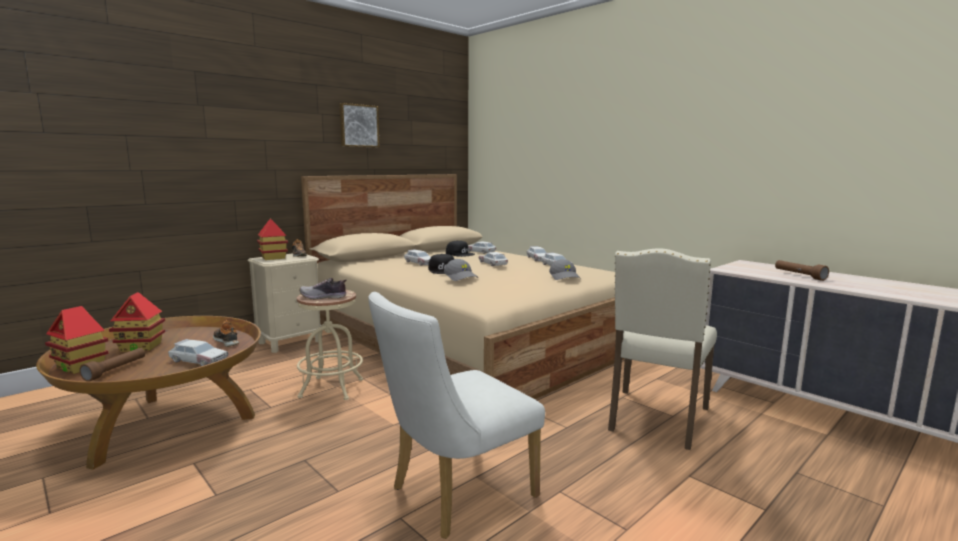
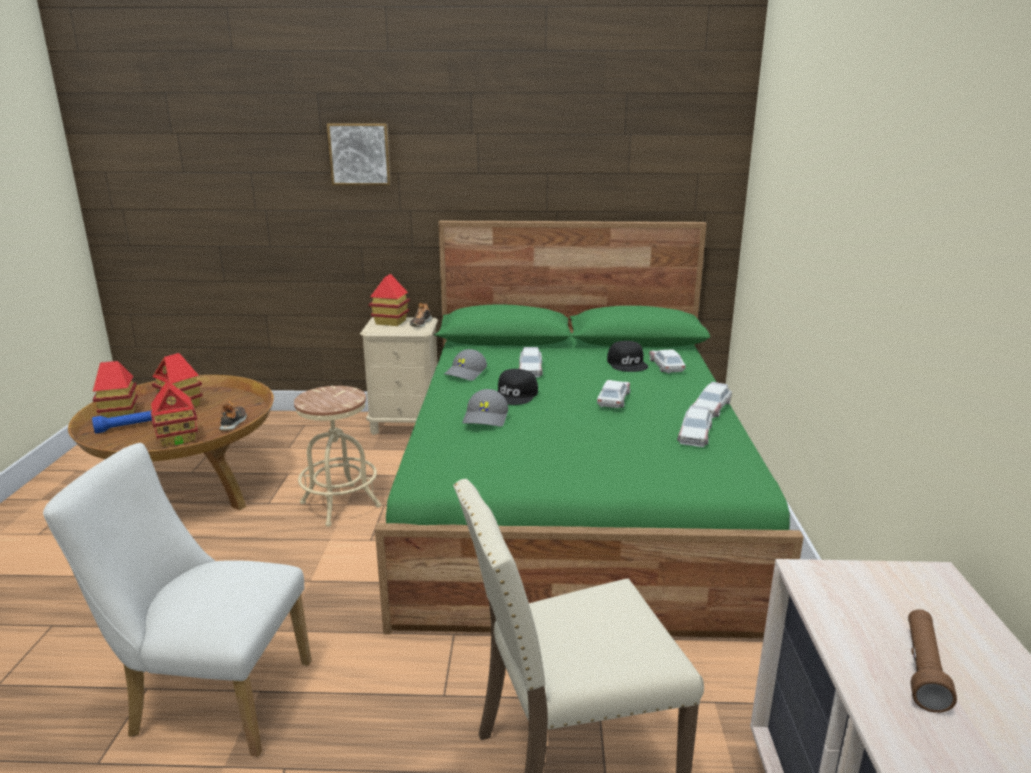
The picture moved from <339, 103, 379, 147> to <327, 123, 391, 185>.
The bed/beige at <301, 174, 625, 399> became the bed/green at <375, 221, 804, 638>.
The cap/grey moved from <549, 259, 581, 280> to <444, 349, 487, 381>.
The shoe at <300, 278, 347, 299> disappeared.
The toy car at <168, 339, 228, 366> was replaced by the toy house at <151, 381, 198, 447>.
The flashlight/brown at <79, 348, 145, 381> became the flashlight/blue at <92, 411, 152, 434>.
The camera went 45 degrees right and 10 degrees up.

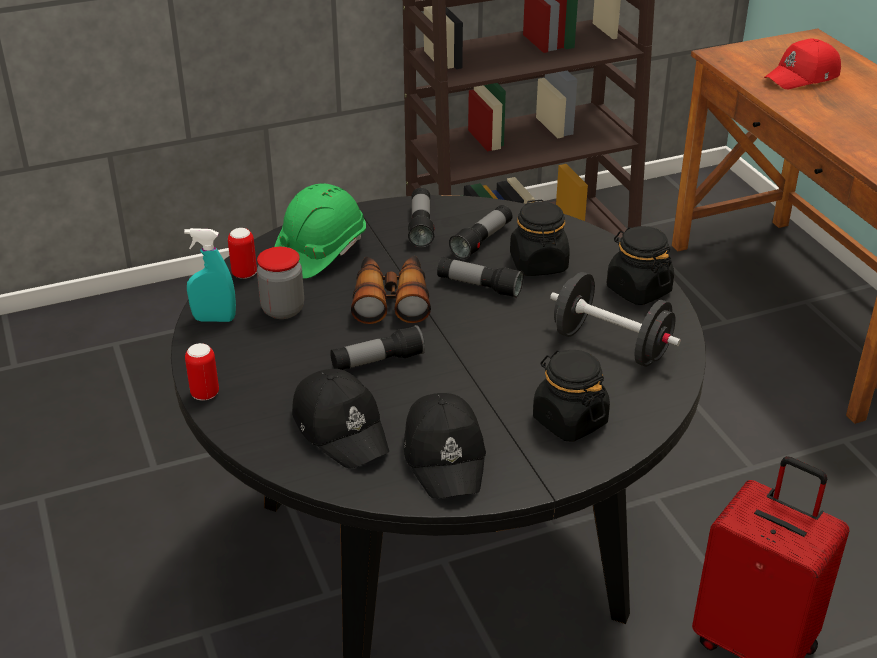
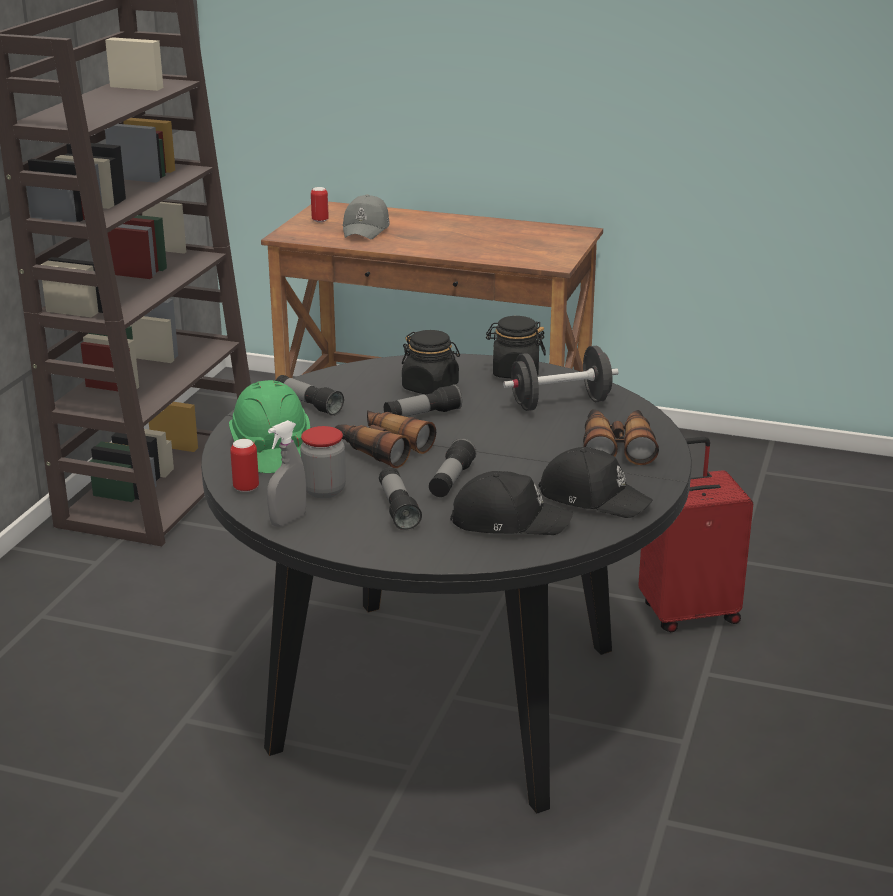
The cap/red at <764, 38, 841, 90> became the cap/grey at <343, 194, 390, 239>.
The flashlight moved from <449, 205, 513, 260> to <379, 468, 422, 531>.
The spray bottle/turquoise at <184, 228, 236, 322> became the spray bottle/grey at <267, 420, 306, 527>.
The can moved from <185, 343, 219, 401> to <311, 187, 329, 222>.
The jar/black at <533, 350, 610, 442> was replaced by the binoculars at <583, 409, 659, 465>.
The camera went 50 degrees left and 10 degrees down.

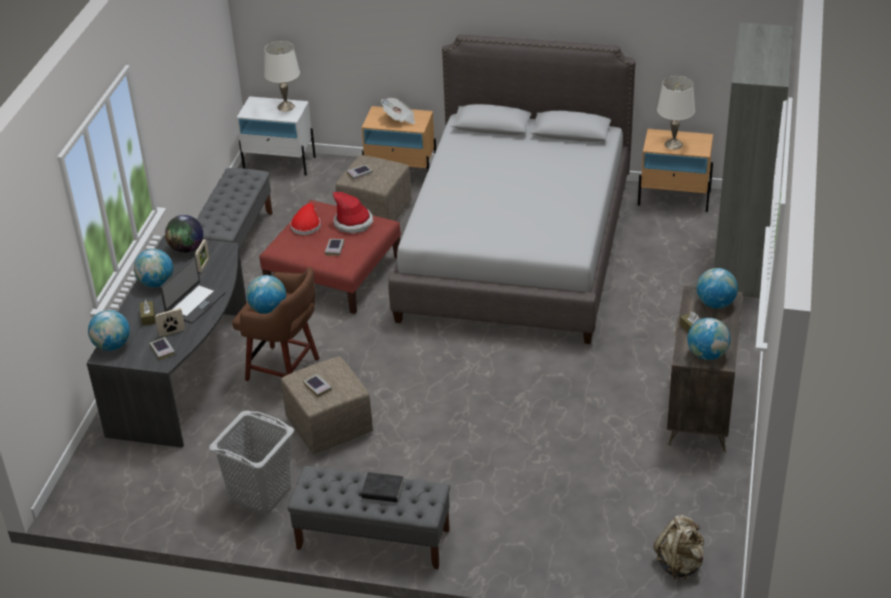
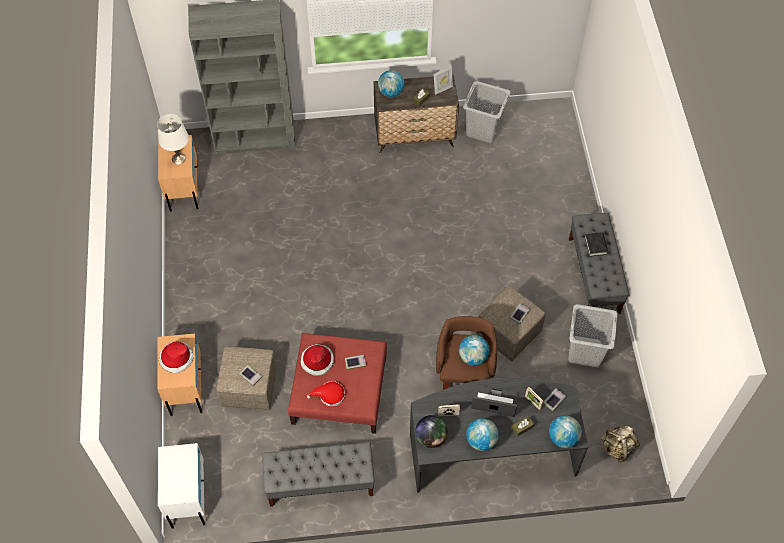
The bed/grey at <388, 34, 636, 344> disappeared.
The table lamp/white at <264, 41, 300, 111> disappeared.
The newspaper at <381, 98, 415, 124> was replaced by the hat at <159, 341, 193, 373>.
The globe at <687, 318, 731, 360> was replaced by the picture frame at <434, 66, 453, 95>.
The backpack/beige moved from <654, 515, 704, 580> to <601, 426, 640, 463>.
The laundry basket/grey at <463, 81, 511, 143> appeared.
The camera went 110 degrees left and 20 degrees up.

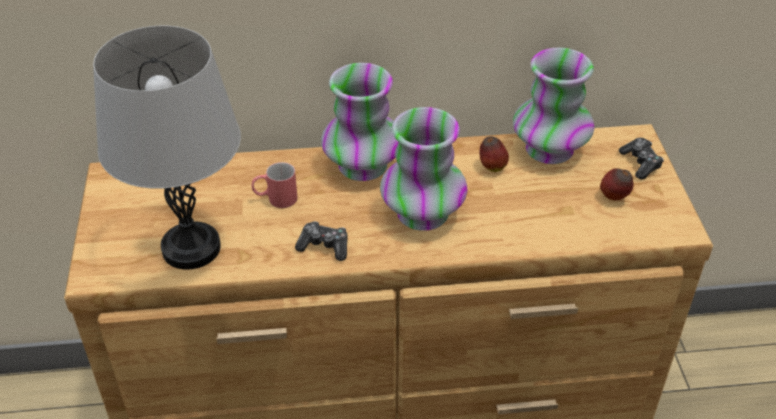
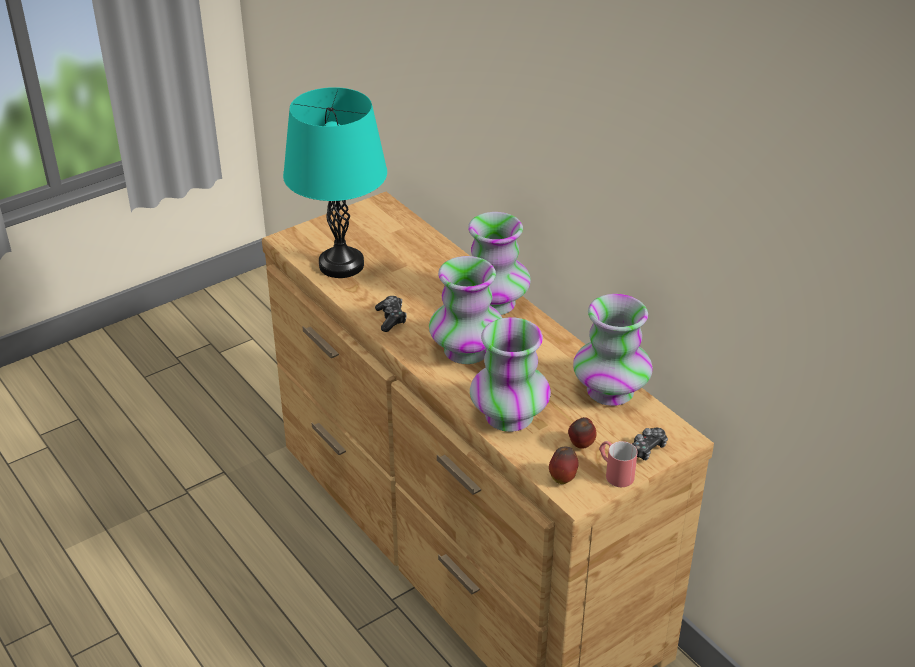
The table lamp/grey at <93, 26, 241, 270> became the table lamp/turquoise at <283, 87, 387, 278>.
The apple moved from <480, 136, 509, 172> to <549, 447, 578, 484>.
The mug/red moved from <252, 162, 297, 208> to <599, 441, 638, 487>.
The vase at <470, 317, 551, 432> appeared.
The camera went 60 degrees right and 5 degrees down.

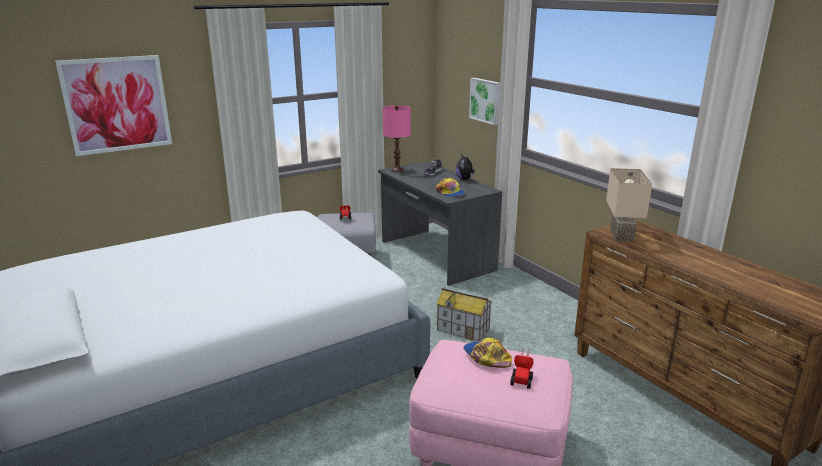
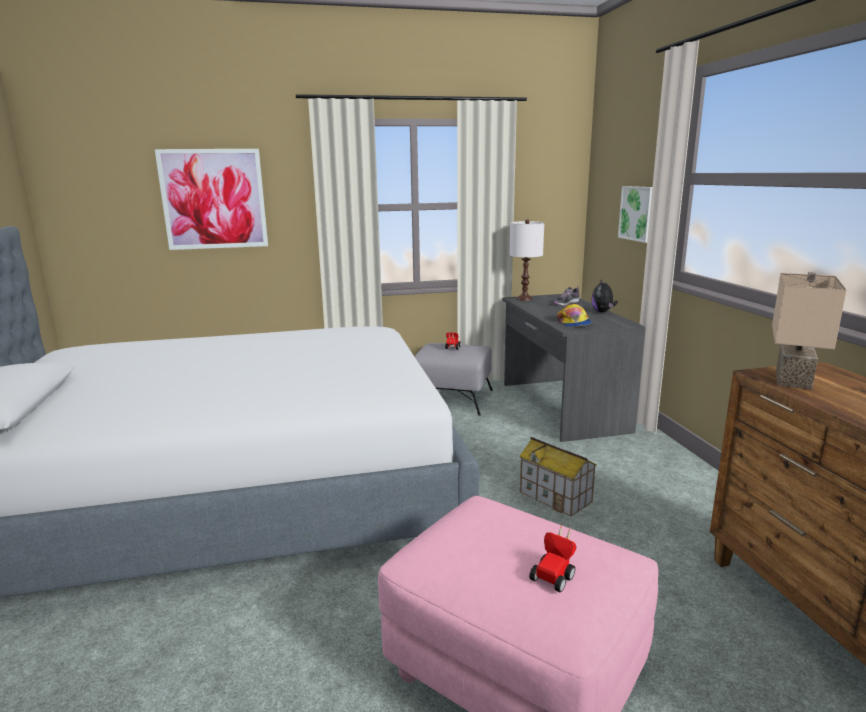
The table lamp/pink at <383, 105, 411, 172> became the table lamp/white at <509, 219, 544, 301>.
The cap at <463, 337, 512, 368> disappeared.
The camera went 20 degrees right and 5 degrees down.

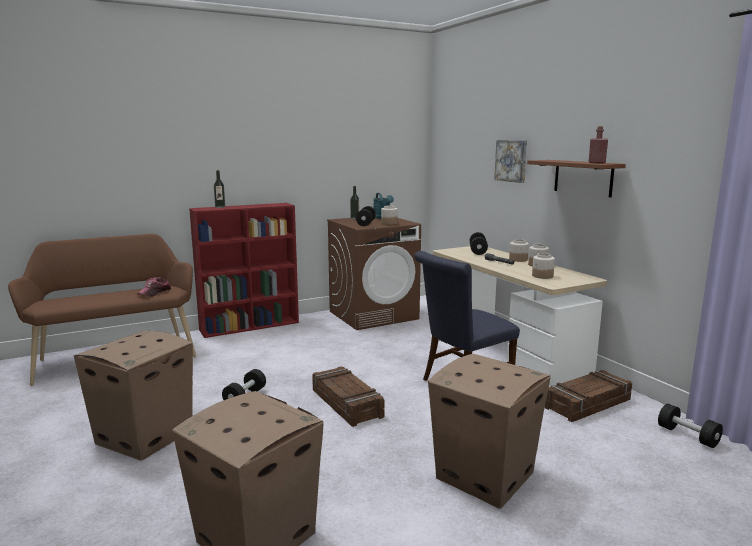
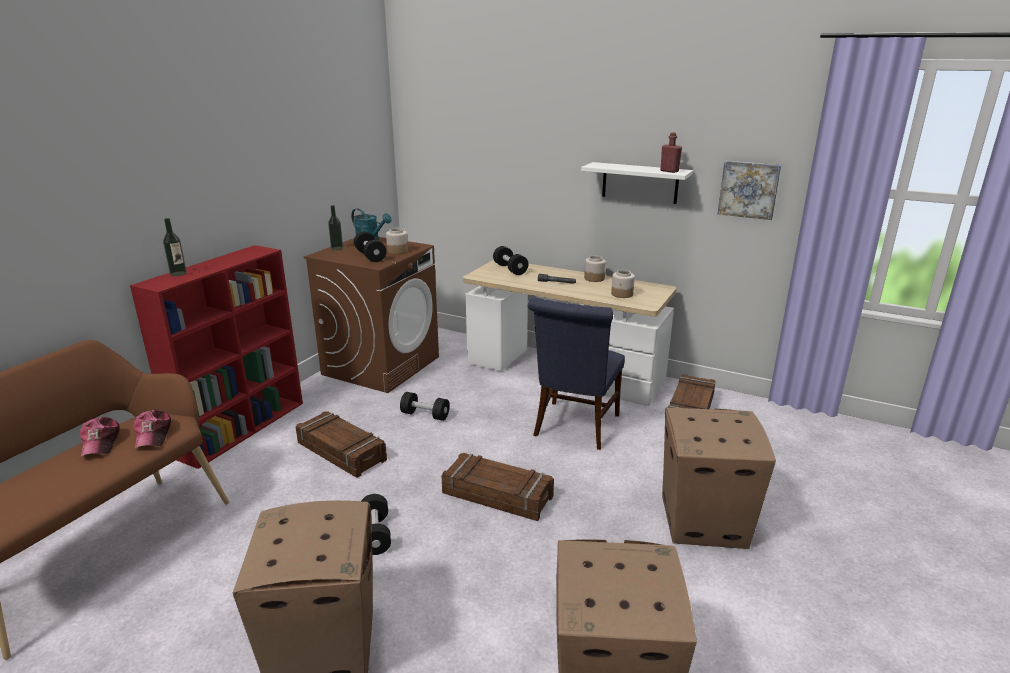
The picture moved from <494, 140, 527, 183> to <718, 161, 781, 220>.
The shelf/brown at <527, 160, 626, 198> became the shelf/white at <581, 162, 693, 204>.
The jar at <509, 239, 529, 262> disappeared.
The dumbbell/black moved from <658, 404, 723, 448> to <400, 392, 450, 421>.
The crate at <296, 411, 387, 478> appeared.
The cap at <80, 417, 120, 457> appeared.
The camera went 35 degrees left and 10 degrees up.

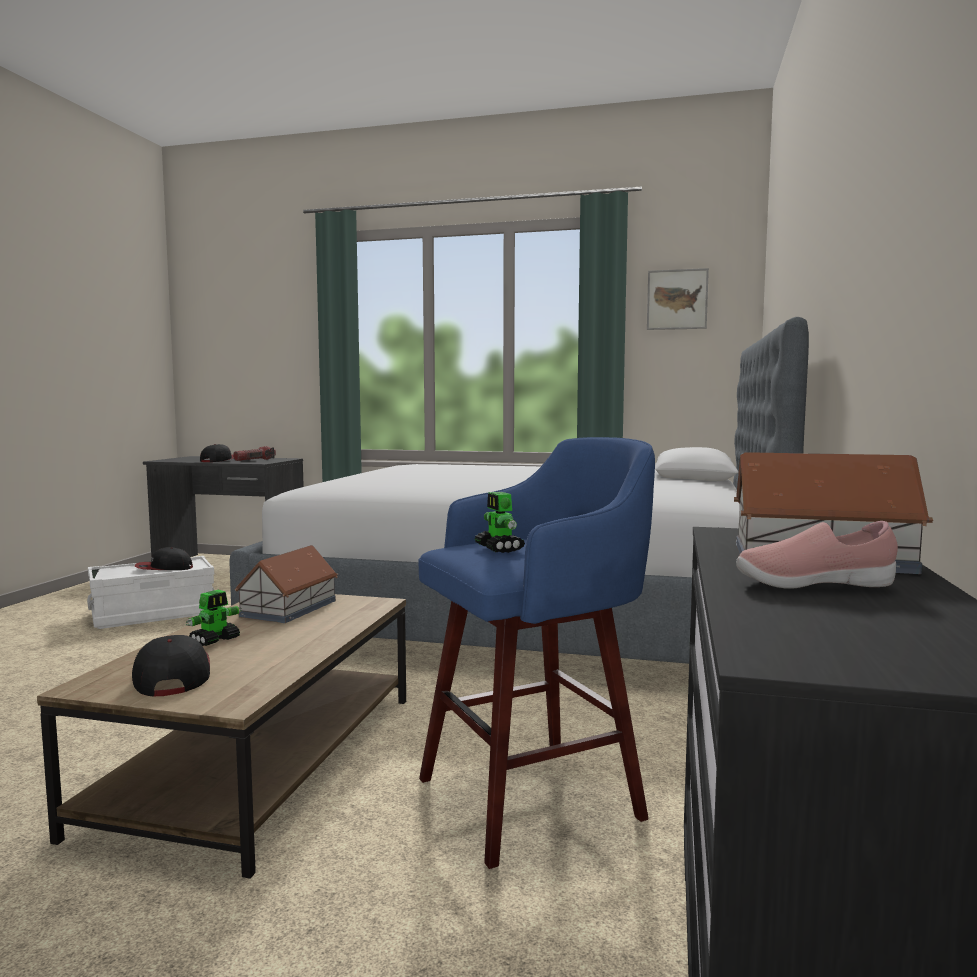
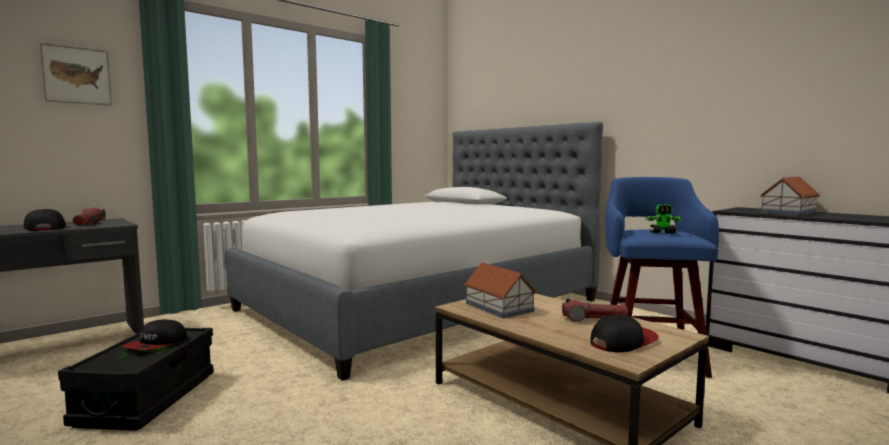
The picture moved from <647, 268, 709, 330> to <39, 42, 112, 106>.
The shoe/pink at <736, 521, 898, 589> disappeared.
The storage box/white at <87, 556, 214, 629> became the storage box/black at <58, 328, 214, 431>.
The toy robot at <186, 590, 242, 646> disappeared.
The cap at <132, 635, 210, 696> turned 135 degrees clockwise.
The flashlight at <562, 299, 628, 322> appeared.
The camera went 55 degrees left and 0 degrees up.

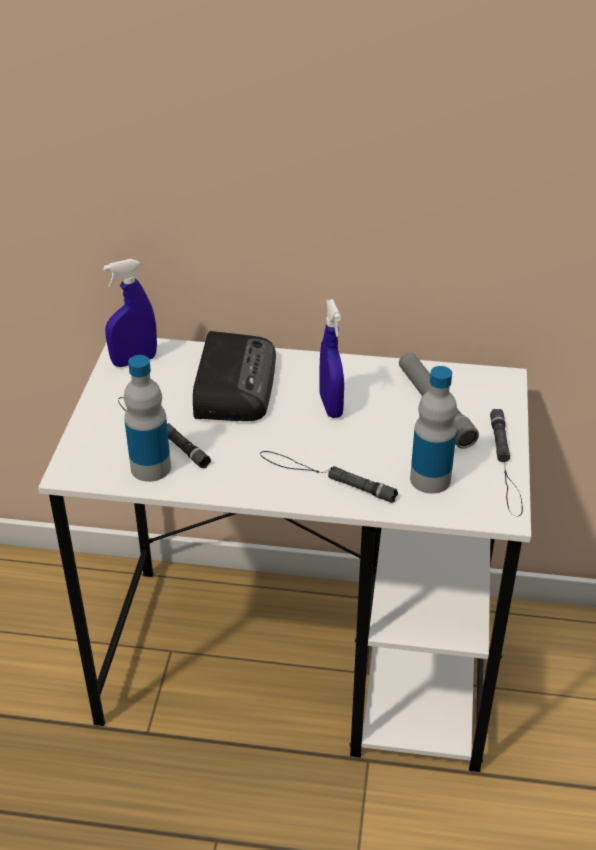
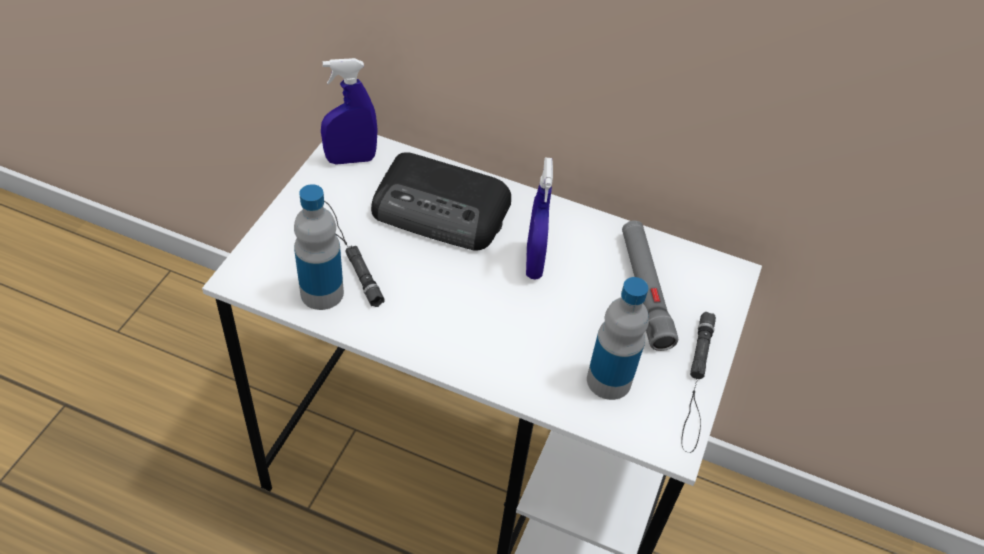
The radio at <193, 331, 276, 421> turned 90 degrees clockwise.
The flashlight/black at <260, 451, 398, 503> disappeared.
The camera went 10 degrees right and 10 degrees up.

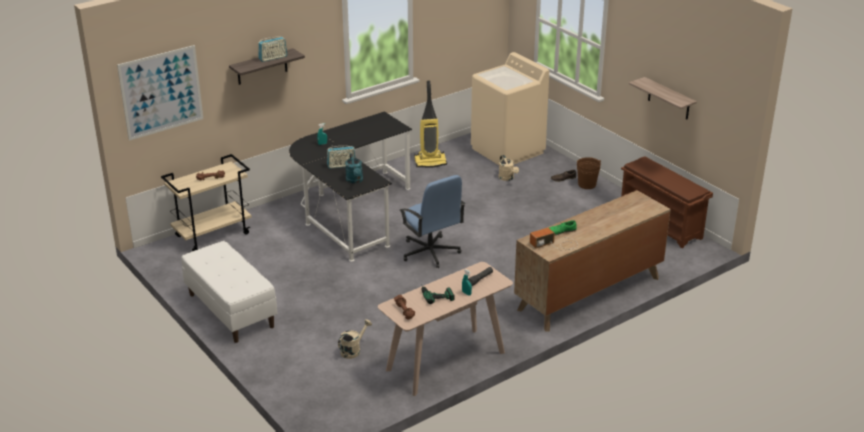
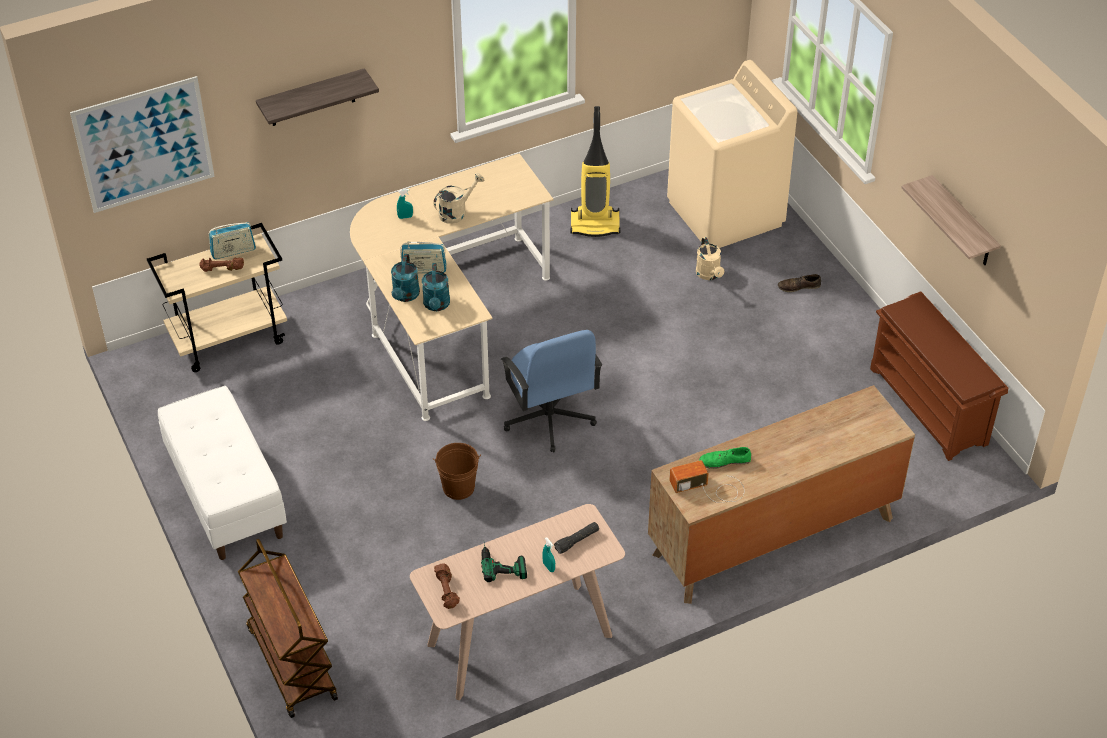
The radio moved from <258, 37, 287, 62> to <208, 222, 256, 259>.
The desk/black at <289, 111, 412, 262> became the desk/beige at <350, 153, 553, 421>.
The bucket/brown moved from <576, 157, 601, 189> to <433, 443, 481, 500>.
The watering can/beige moved from <338, 319, 372, 359> to <434, 173, 484, 224>.
The watering can/turquoise at <391, 254, 420, 302> appeared.
The cart/brown at <238, 538, 338, 718> appeared.
The camera went 10 degrees right and 15 degrees up.

